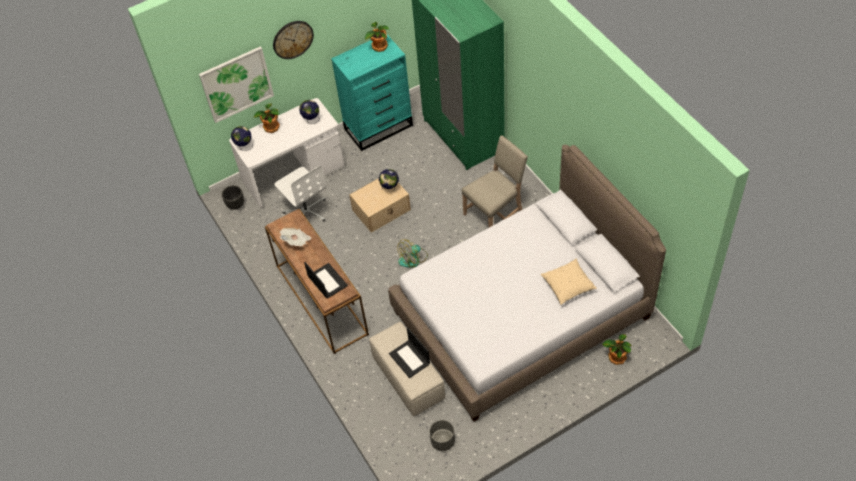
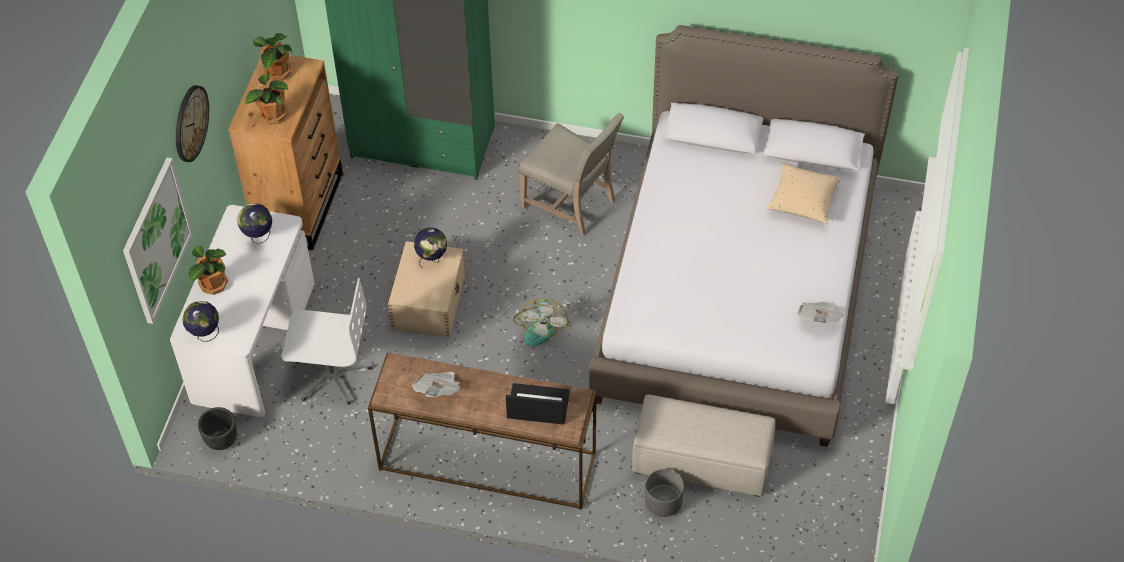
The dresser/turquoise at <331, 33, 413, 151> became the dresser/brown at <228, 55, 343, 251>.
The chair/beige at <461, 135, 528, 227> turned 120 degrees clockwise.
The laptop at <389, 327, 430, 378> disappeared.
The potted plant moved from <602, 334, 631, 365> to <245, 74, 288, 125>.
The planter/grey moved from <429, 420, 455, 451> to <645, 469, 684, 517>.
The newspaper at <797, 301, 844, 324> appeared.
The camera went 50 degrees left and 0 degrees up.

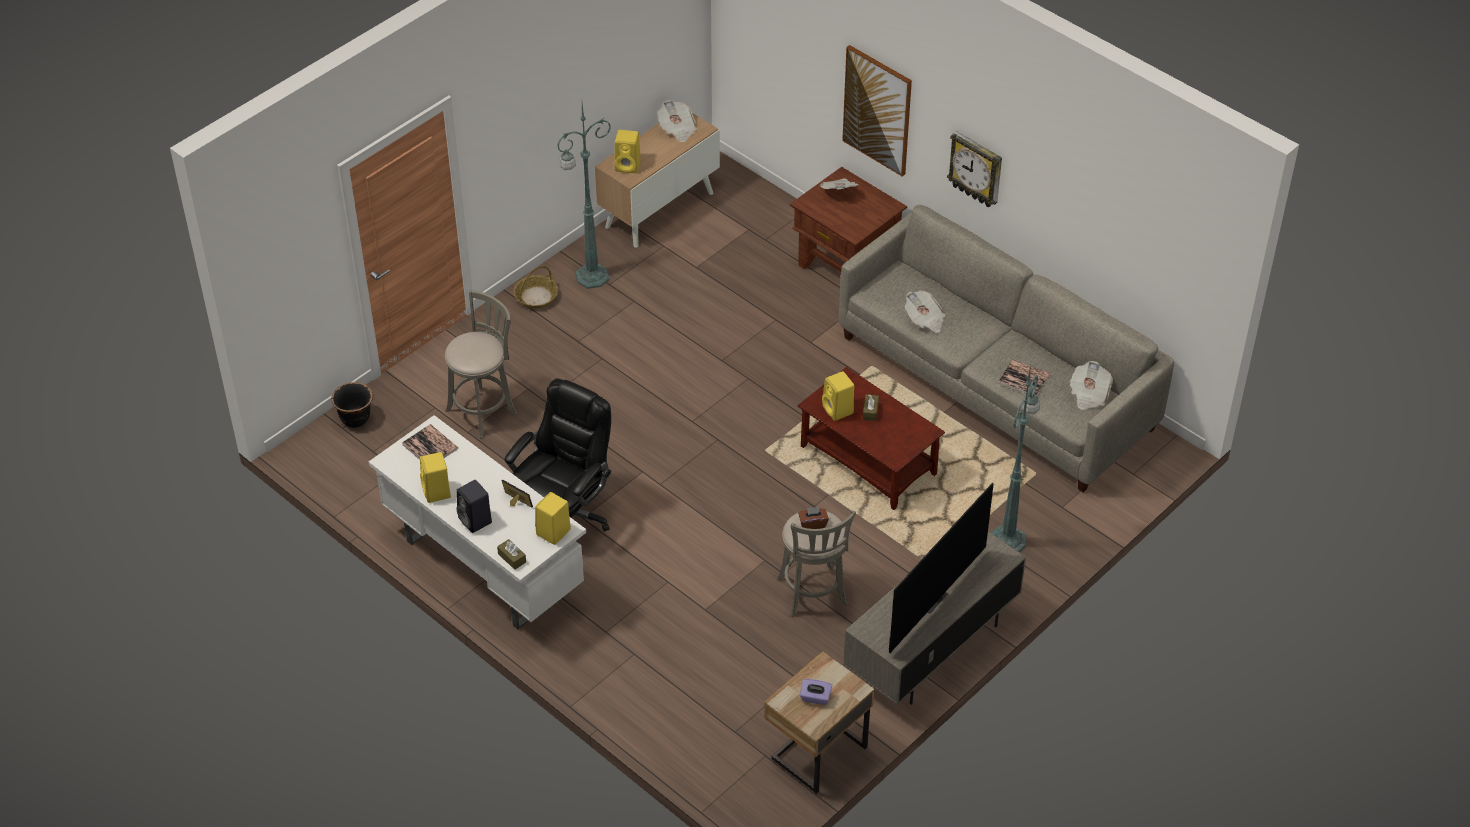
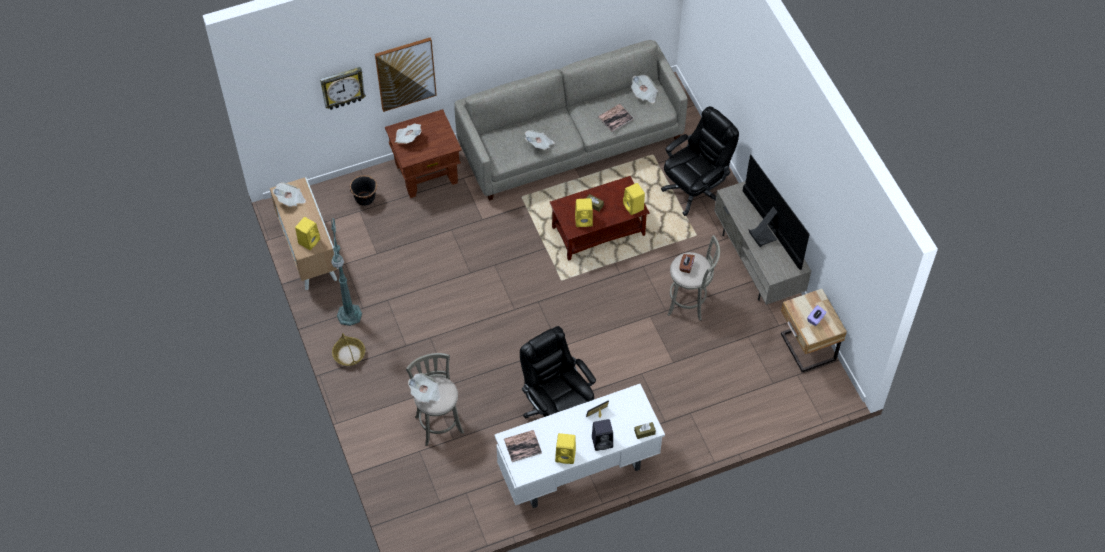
The wall clock moved from <947, 131, 1002, 208> to <320, 67, 366, 110>.
The floor lamp/green at <991, 365, 1040, 553> was replaced by the office chair/black at <661, 106, 739, 216>.
The planter/black moved from <331, 382, 373, 428> to <350, 175, 377, 206>.
The speaker/yellow moved from <535, 492, 571, 545> to <623, 183, 645, 215>.
The newspaper at <408, 373, 441, 403> appeared.
The camera went 65 degrees left and 10 degrees up.

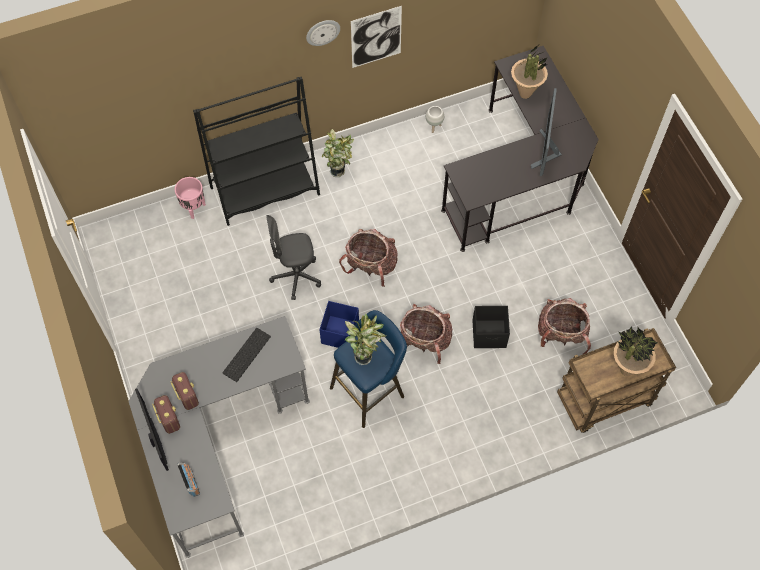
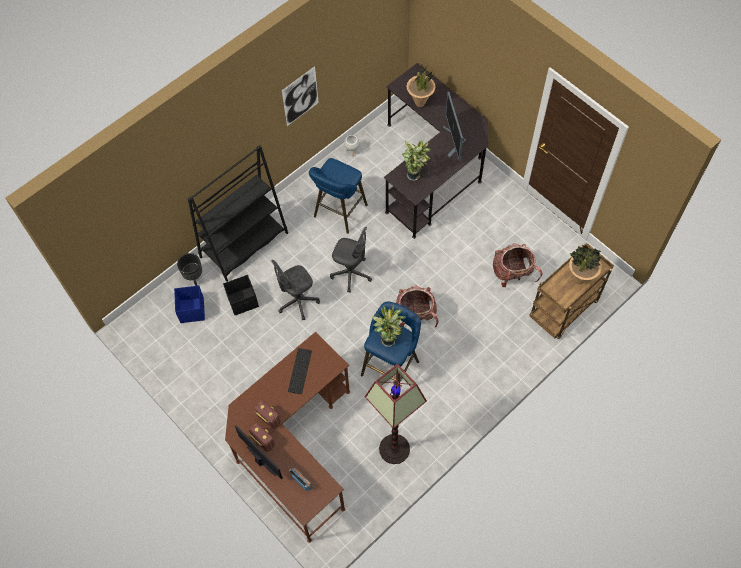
The wall clock at <306, 20, 340, 46> disappeared.
The potted plant moved from <322, 129, 354, 177> to <402, 140, 431, 181>.
The planter/pink at <175, 177, 206, 219> became the planter/black at <177, 253, 202, 286>.
The backpack at <339, 229, 398, 287> was replaced by the office chair/grey at <330, 227, 372, 293>.
The storage box/blue moved from <319, 301, 359, 348> to <174, 286, 205, 323>.
The storage box/black moved from <472, 306, 510, 348> to <223, 275, 259, 315>.
The desk/grey at <128, 316, 310, 558> became the desk/brown at <225, 332, 350, 543>.
The stool/blue at <309, 158, 368, 234> appeared.
The floor lamp at <364, 364, 427, 464> appeared.
The camera went 20 degrees left and 0 degrees up.

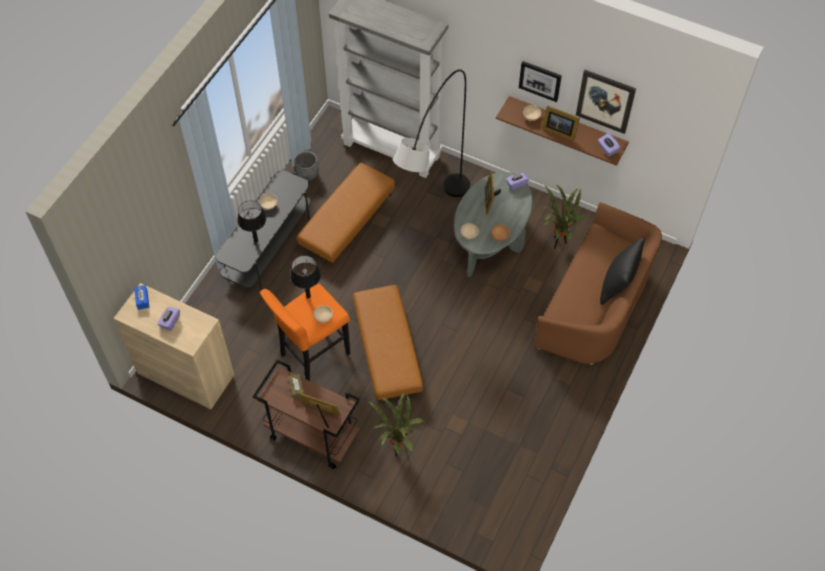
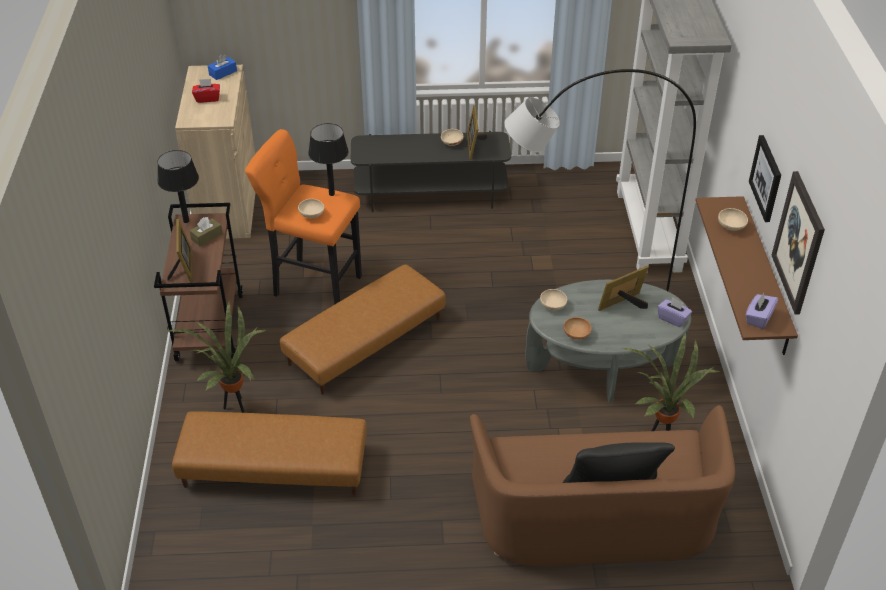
The picture frame moved from <542, 105, 580, 141> to <467, 105, 488, 160>.
The planter/grey at <294, 151, 319, 181> disappeared.
The ottoman/brown moved from <297, 163, 395, 267> to <172, 411, 367, 496>.
The table lamp/black moved from <237, 200, 266, 243> to <158, 150, 199, 223>.
The tissue box/purple at <158, 307, 180, 331> became the tissue box/red at <192, 79, 220, 103>.
The camera went 60 degrees right and 15 degrees down.

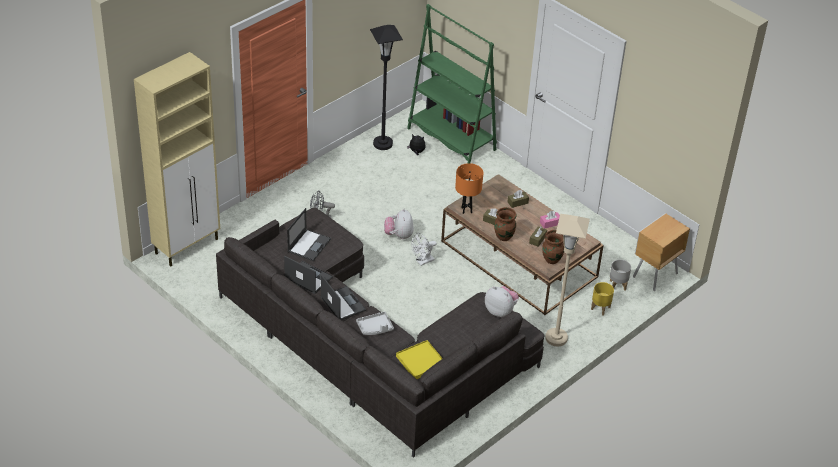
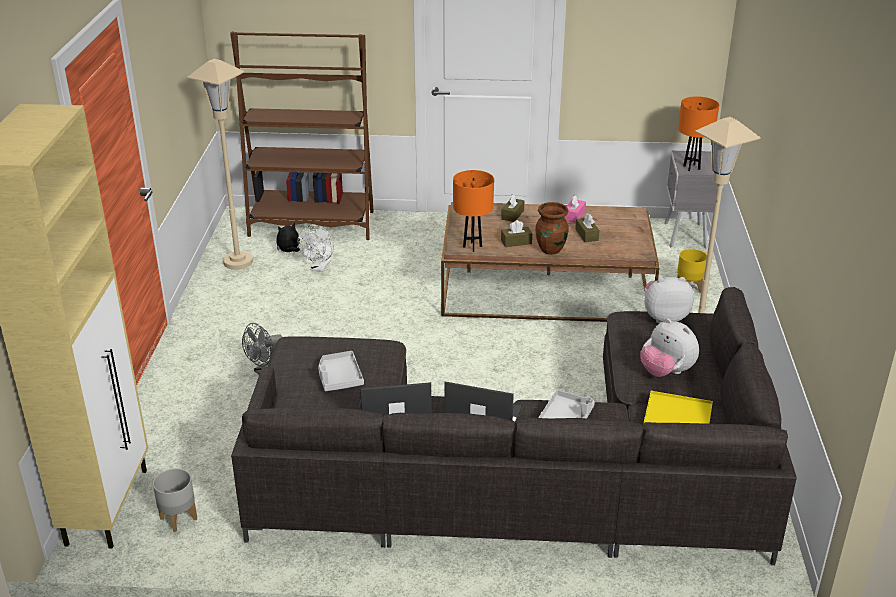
The bookcase/green at <407, 4, 497, 163> became the bookcase/brown at <230, 31, 373, 240>.
The floor lamp/black at <370, 25, 403, 150> became the floor lamp/beige at <187, 59, 253, 270>.
The laptop at <287, 208, 331, 261> was replaced by the tray/grey at <319, 351, 364, 391>.
The plush toy moved from <384, 209, 414, 240> to <640, 318, 699, 377>.
The nightstand/brown at <633, 213, 690, 291> became the nightstand/grey at <664, 151, 717, 248>.
The vase/brown at <542, 230, 564, 264> disappeared.
The fan/white moved from <411, 233, 437, 266> to <298, 225, 334, 272>.
The planter/grey moved from <610, 259, 631, 291> to <153, 468, 197, 532>.
The table lamp/orange at <678, 96, 719, 171> appeared.
The camera went 40 degrees left and 10 degrees down.

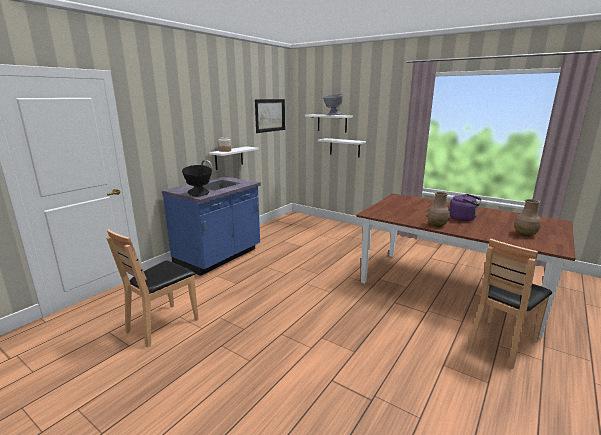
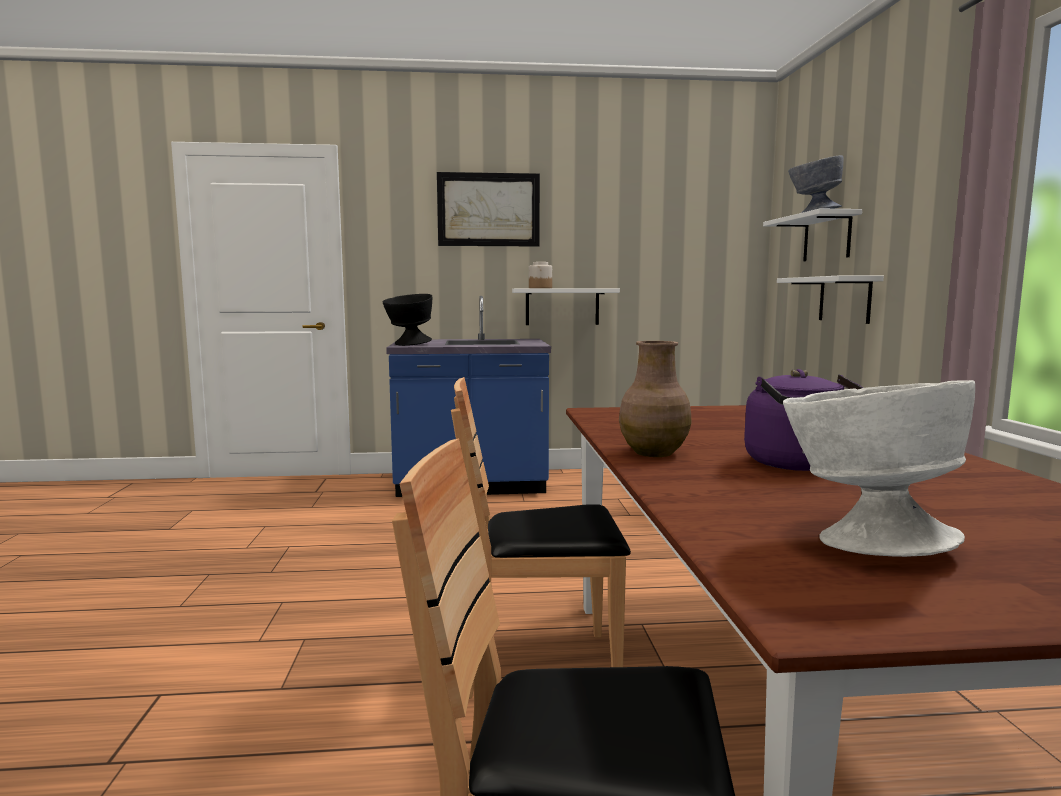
The picture moved from <255, 99, 285, 133> to <437, 172, 540, 246>.
The vase/brown at <514, 199, 541, 237> was replaced by the bowl/white at <783, 380, 975, 557>.
The chair/brown moved from <106, 229, 199, 347> to <451, 377, 631, 699>.
The camera went 50 degrees right and 10 degrees down.

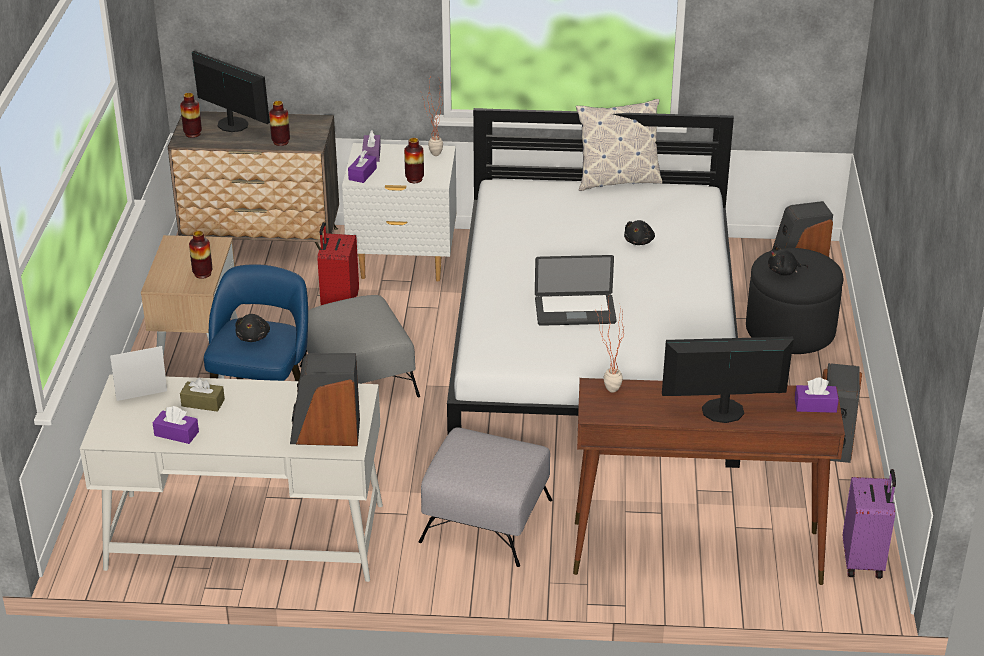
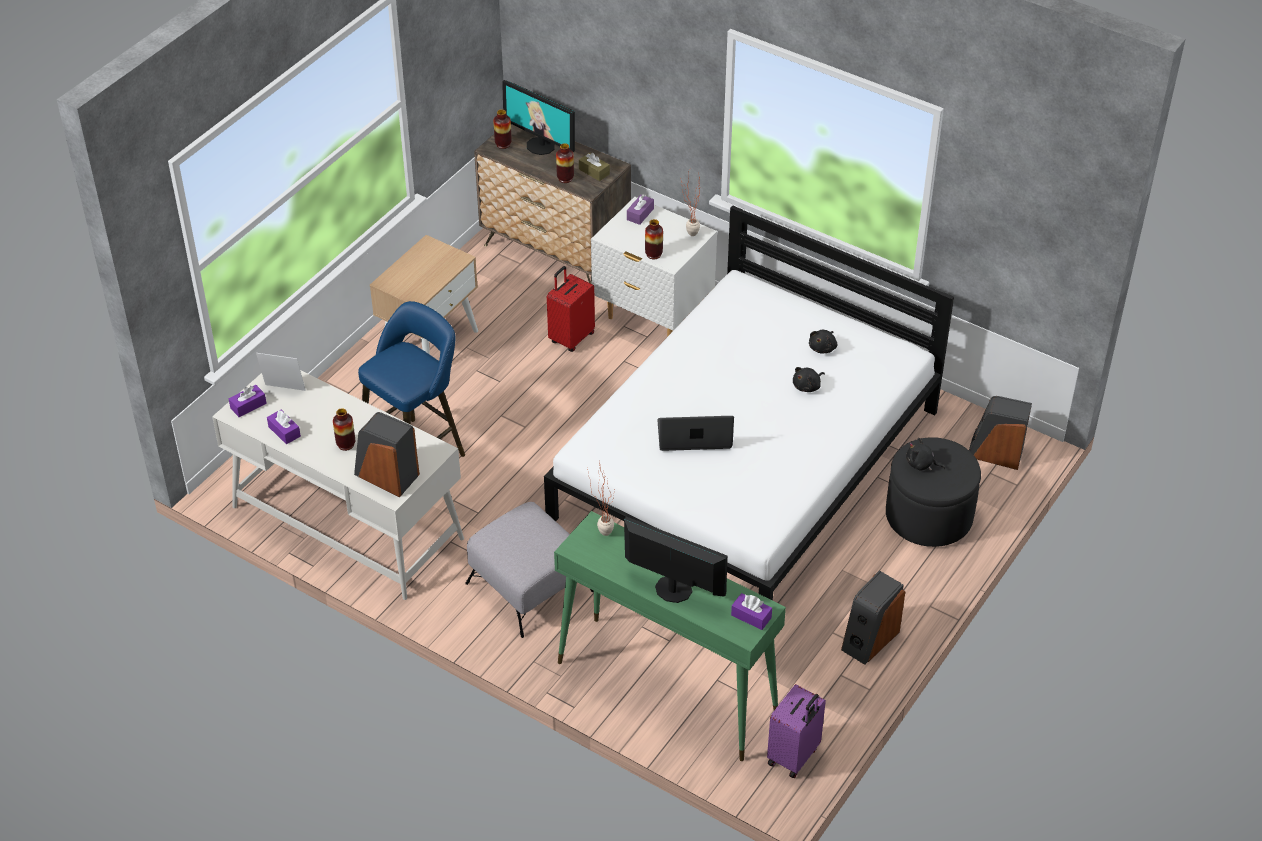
The monitor at <192, 51, 270, 132> turned 150 degrees clockwise.
The pillow at <576, 99, 662, 191> disappeared.
The tissue box/purple moved from <348, 150, 377, 183> to <229, 385, 267, 417>.
The vase moved from <189, 231, 212, 279> to <333, 408, 355, 451>.
The laptop at <535, 255, 617, 326> turned 150 degrees clockwise.
The ottoman/grey at <300, 295, 420, 397> disappeared.
The plush toy/black moved from <235, 314, 270, 342> to <809, 330, 838, 353>.
The tissue box/brown moved from <180, 377, 225, 412> to <579, 153, 610, 181>.
The console table/brown at <573, 378, 845, 585> became the console table/green at <554, 511, 786, 761>.
The camera went 30 degrees right and 10 degrees up.

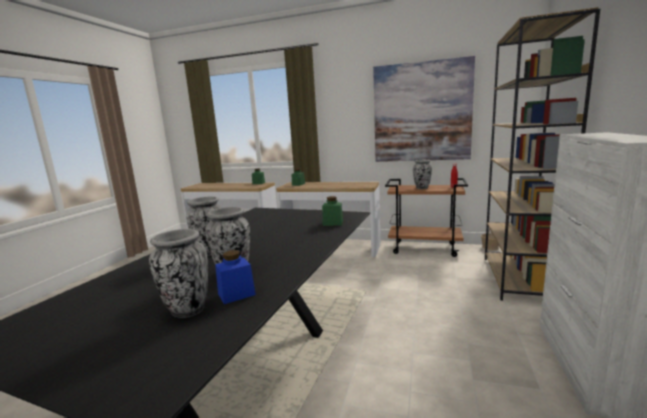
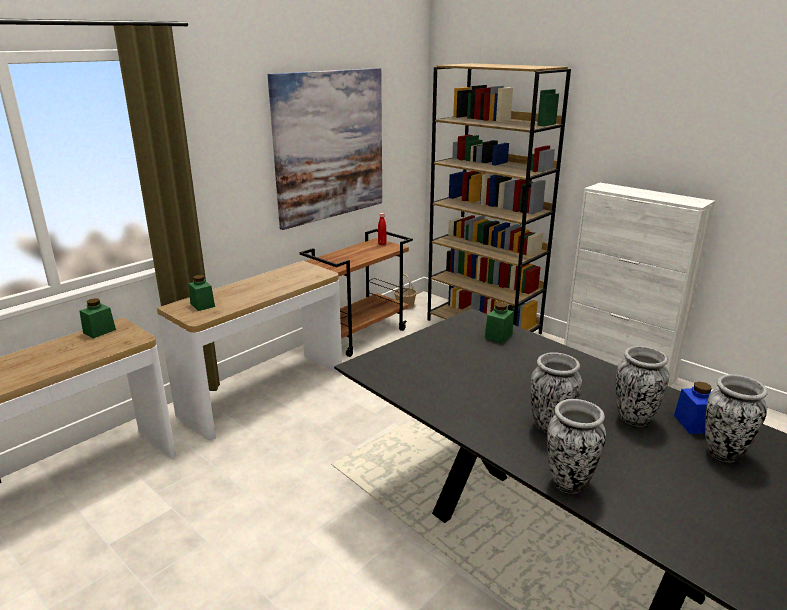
The vase moved from <413, 159, 432, 189> to <547, 399, 606, 494>.
The camera went 65 degrees left and 10 degrees up.

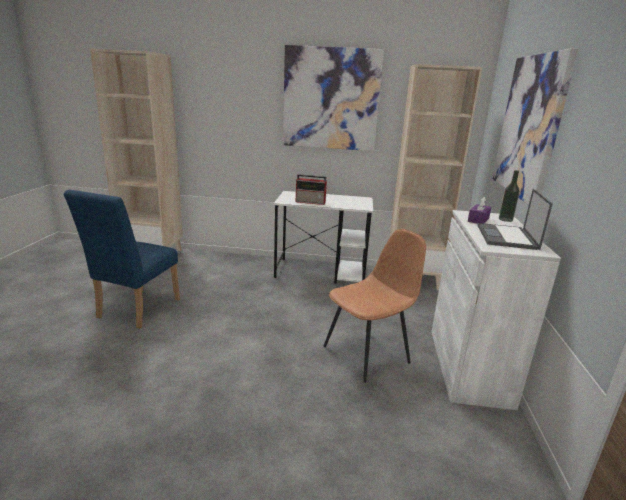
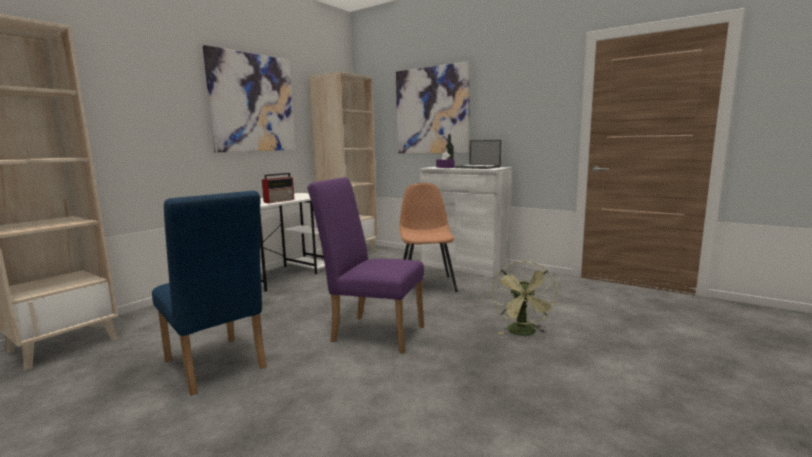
The chair/purple at <307, 177, 424, 353> appeared.
The fan/green at <492, 261, 558, 336> appeared.
The camera went 60 degrees left and 10 degrees down.

